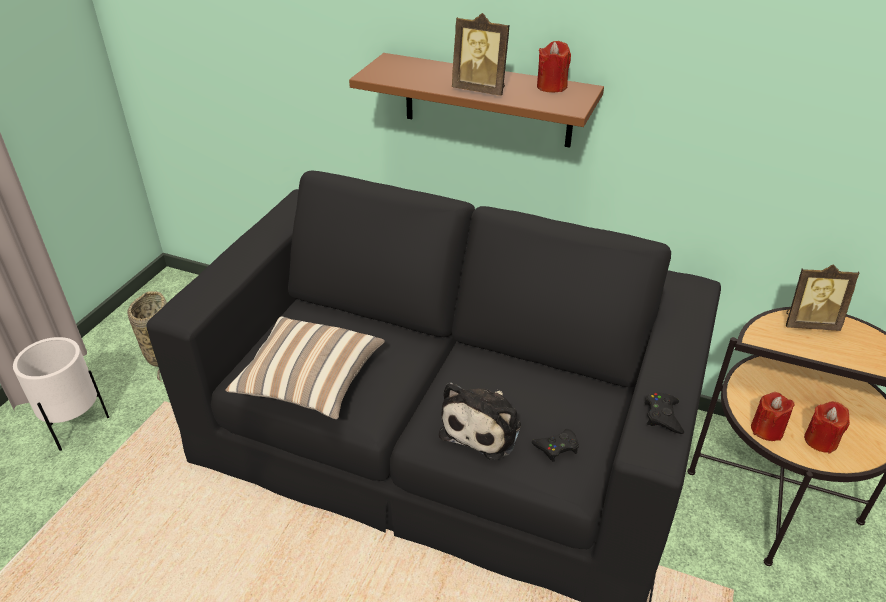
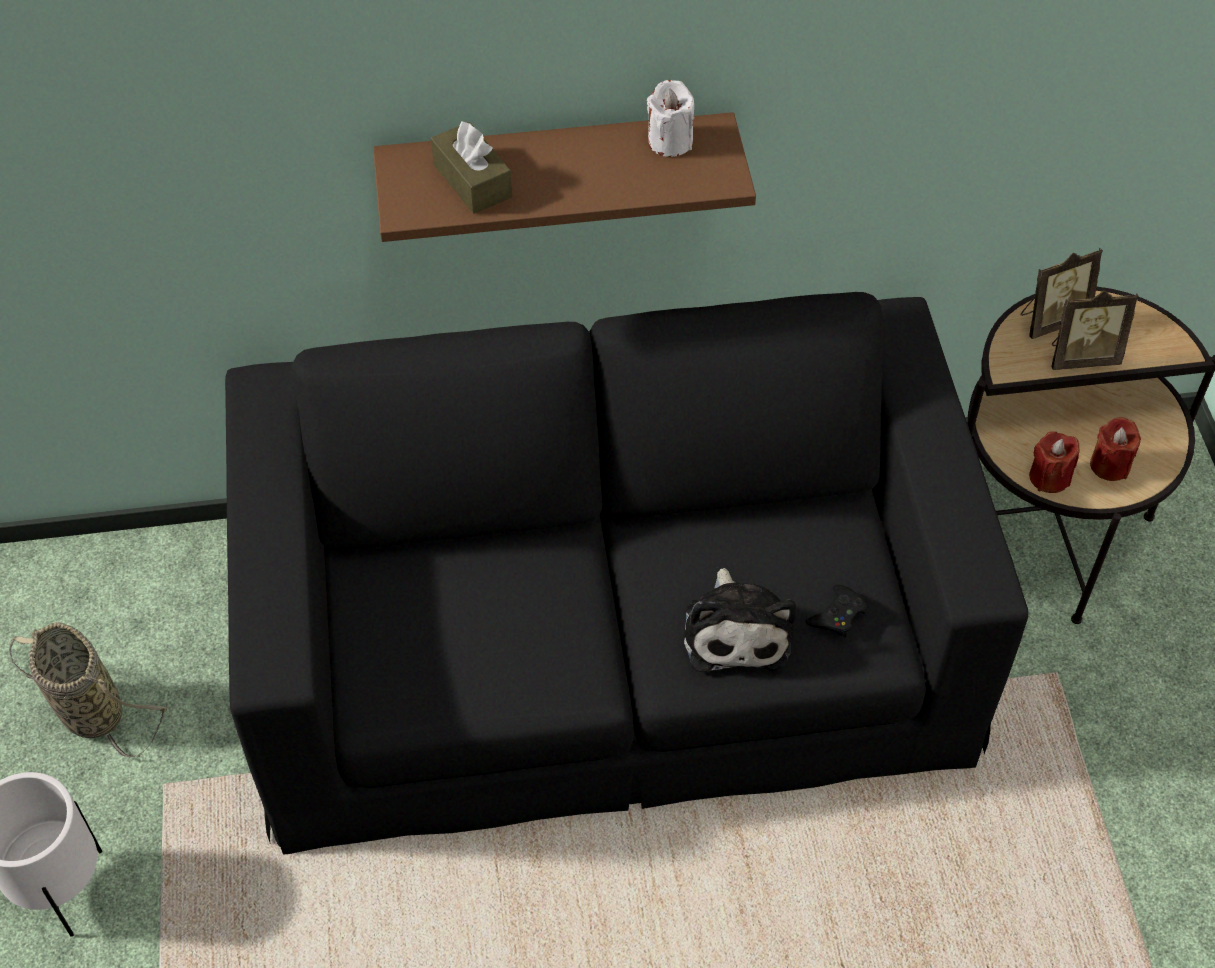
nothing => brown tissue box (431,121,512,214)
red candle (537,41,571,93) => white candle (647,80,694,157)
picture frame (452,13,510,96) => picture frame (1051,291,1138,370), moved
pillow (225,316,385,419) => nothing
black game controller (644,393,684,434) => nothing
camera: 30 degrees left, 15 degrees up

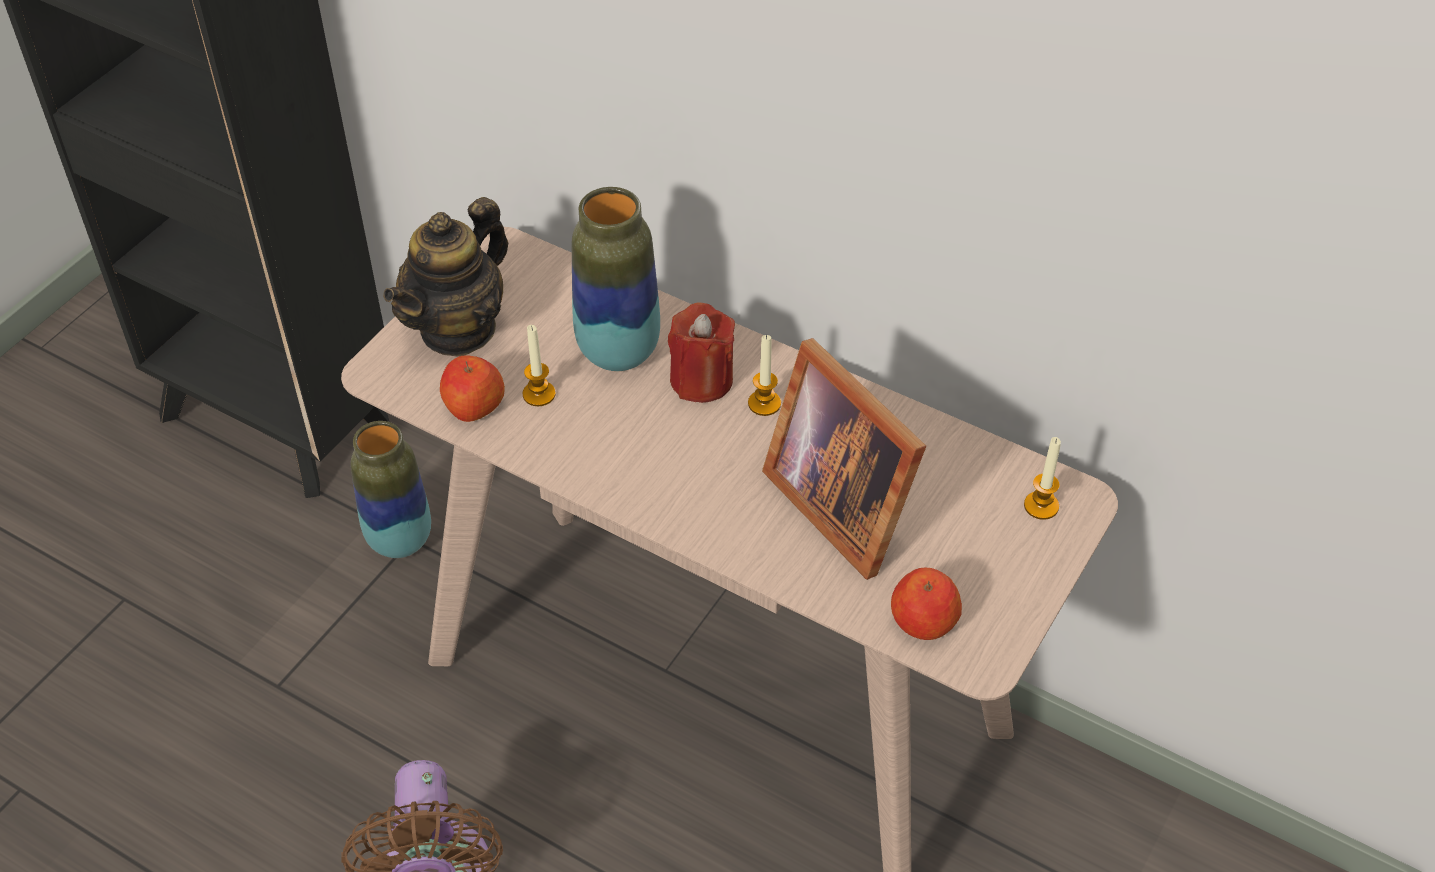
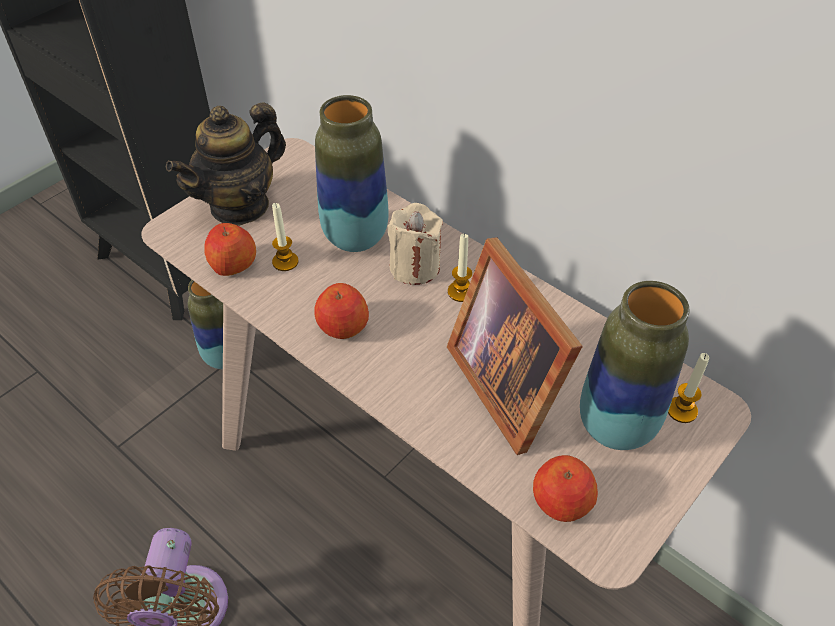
nothing => apple (314,283,369,339)
red candle (668,302,735,403) => beige candle (388,203,443,285)
nothing => vase (580,281,690,450)
camera: 10 degrees right, 0 degrees up

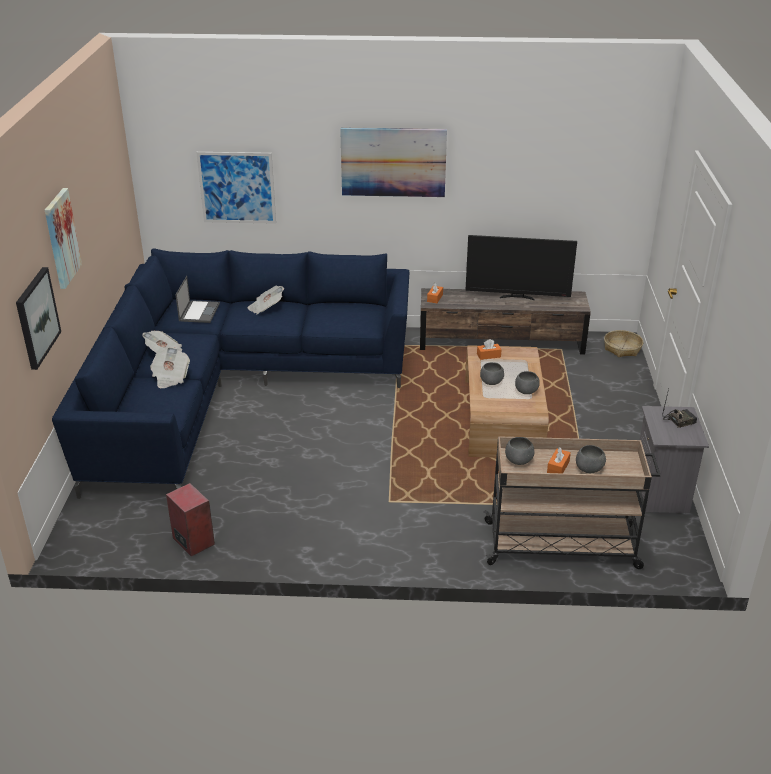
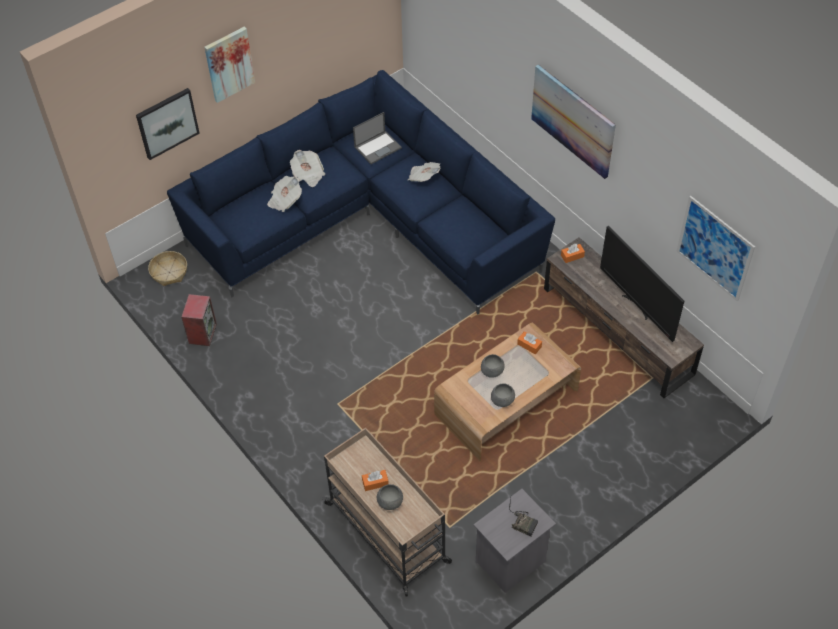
basket (604,330,643,357) => basket (148,251,187,286), moved
picture (196,152,276,224) => picture (676,195,755,302), moved
grey bowl (505,437,534,465) => nothing
camera: 50 degrees right, 20 degrees up

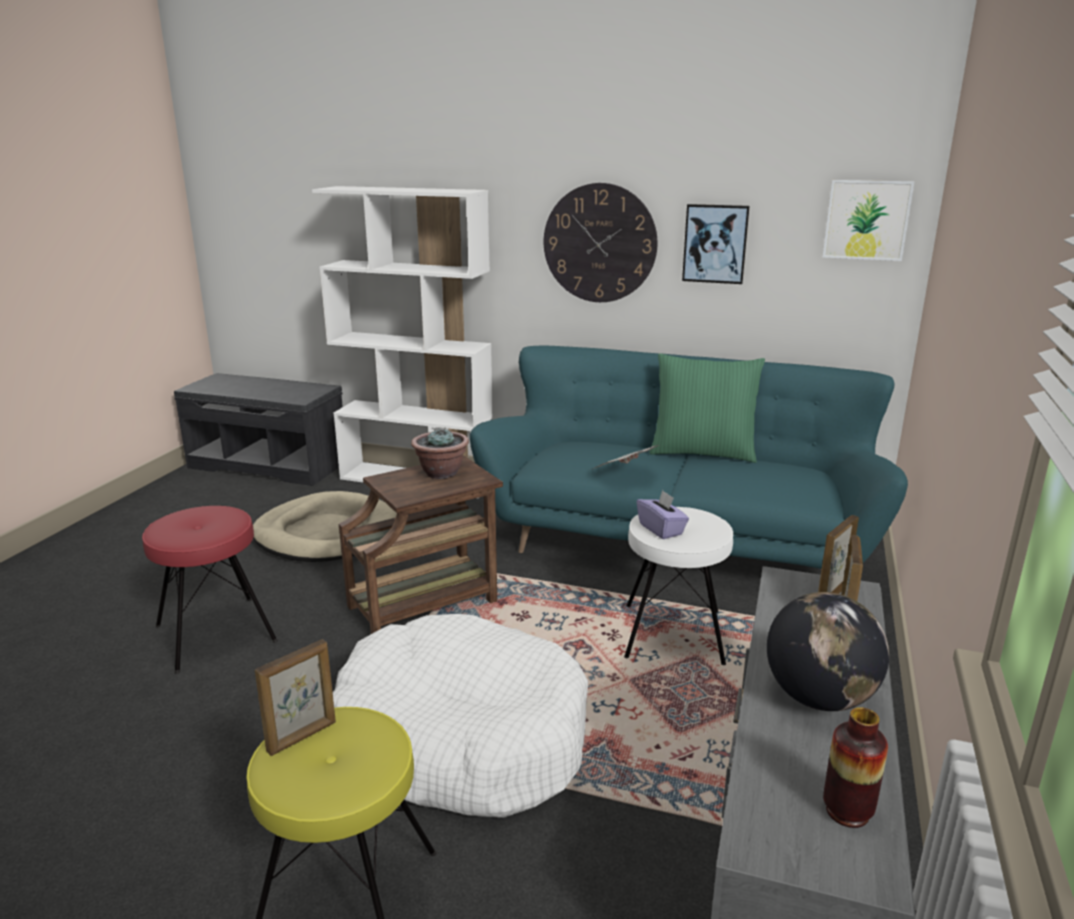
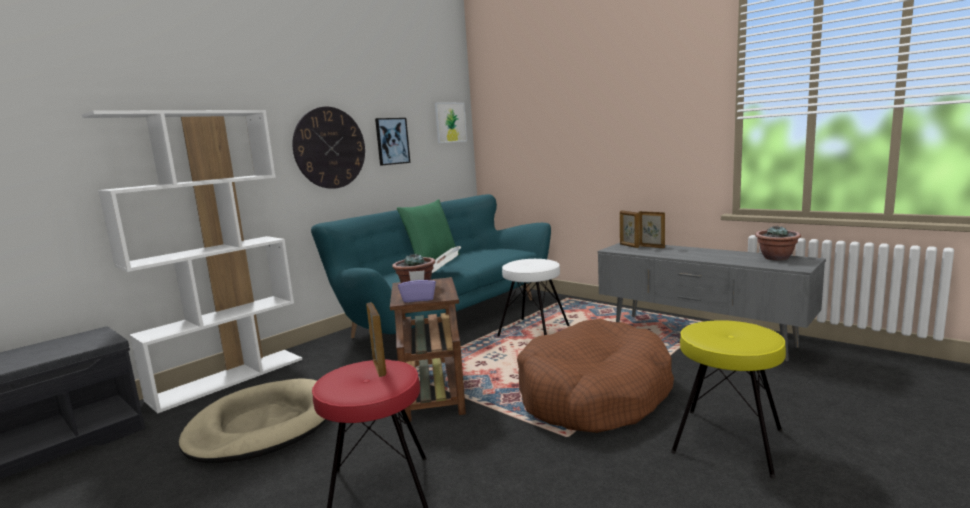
picture frame (255,639,336,756) => picture frame (366,302,386,377), moved
purple tissue box (637,490,689,539) => purple tissue box (398,270,436,302), moved
white dog bed (333,614,588,818) => brown dog bed (517,319,674,433)
vase (823,707,888,828) => potted plant (755,226,801,260)
globe (767,592,889,711) => nothing
camera: 65 degrees left, 10 degrees down

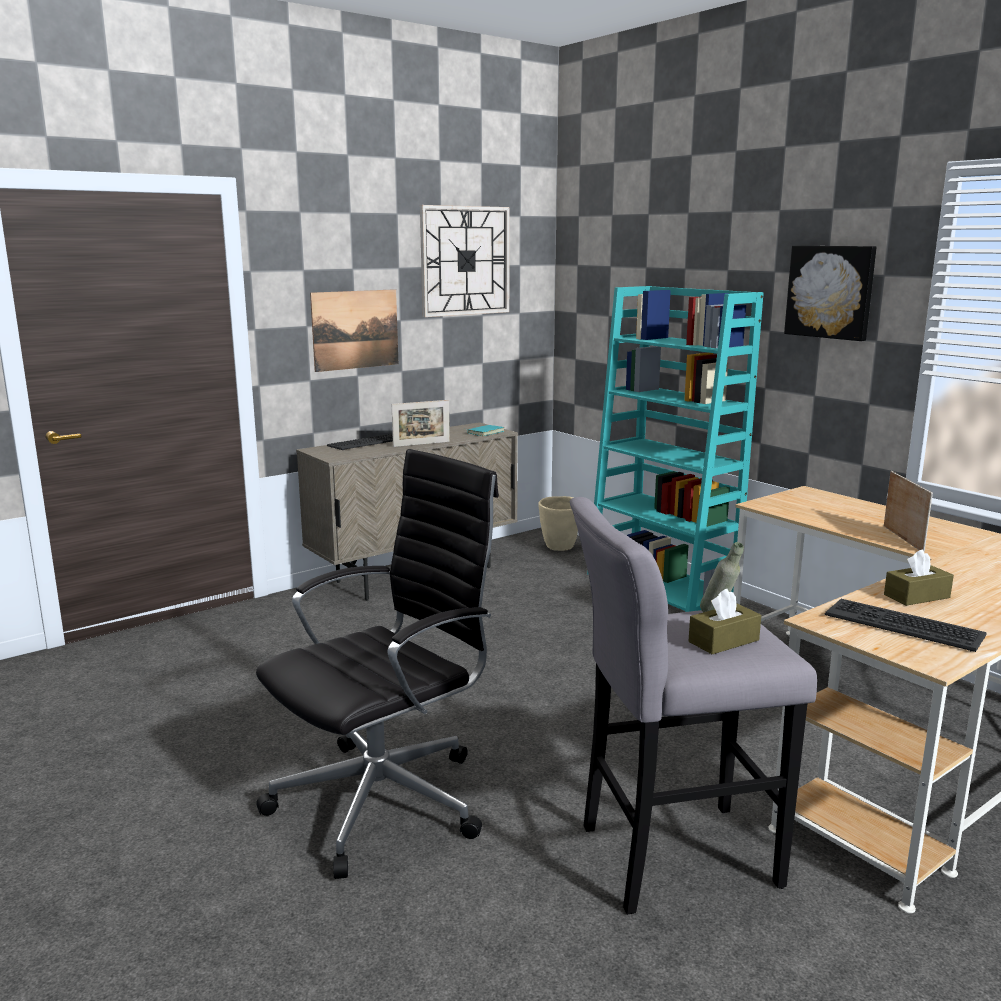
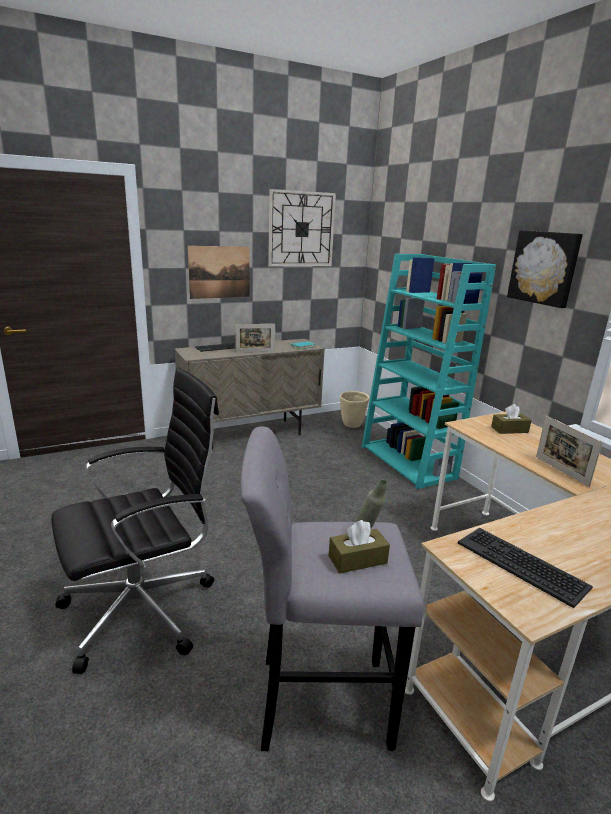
brown tissue box (884,550,954,606) => brown tissue box (491,404,532,434), moved
picture frame (884,471,933,552) => picture frame (536,416,603,487), 150 degrees clockwise
camera: 10 degrees right, 5 degrees up

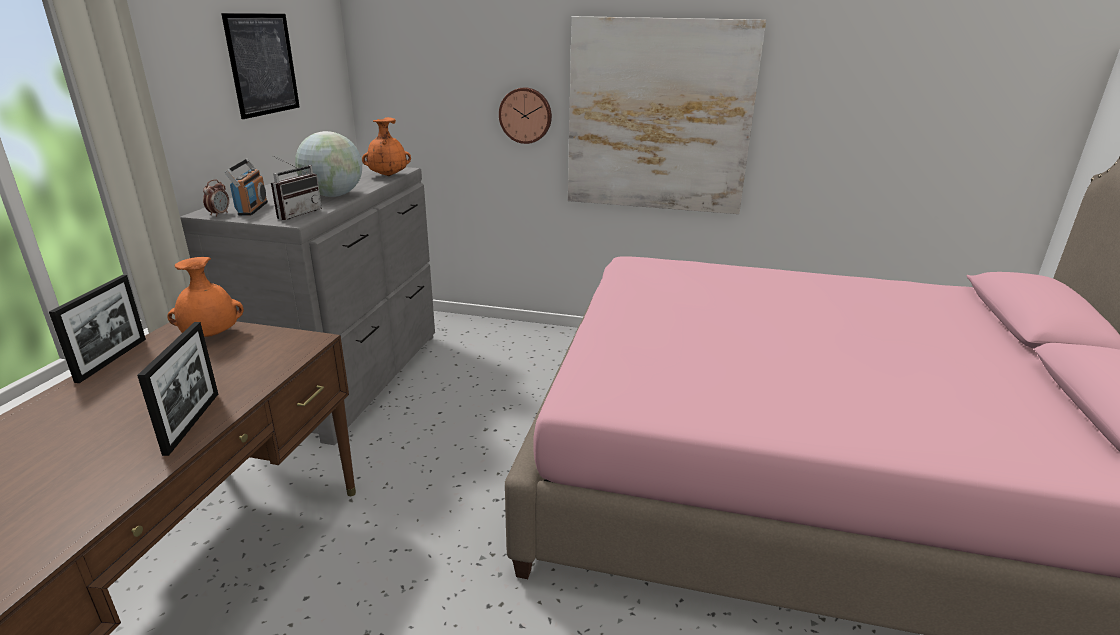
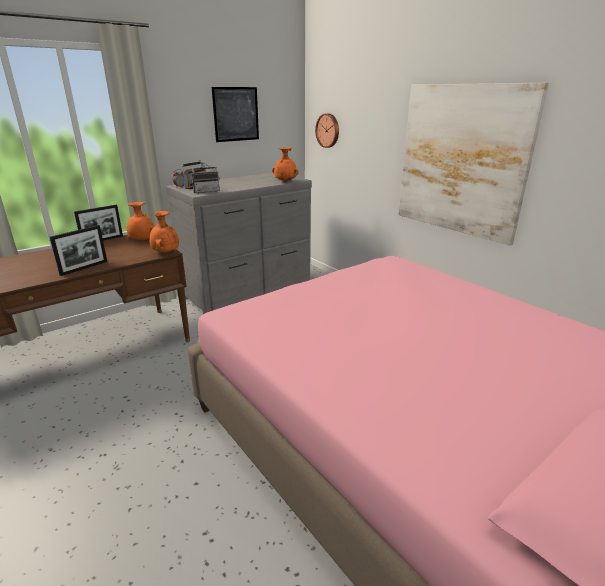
nothing => orange vase (149,211,179,253)
wall clock (499,87,552,144) => wall clock (315,113,339,148), moved
globe (295,131,362,197) => nothing
camera: 40 degrees right, 0 degrees up

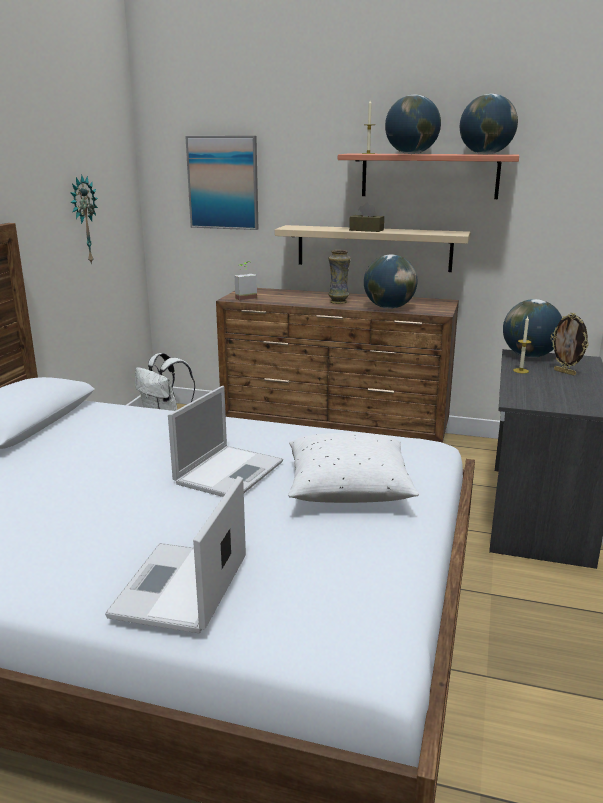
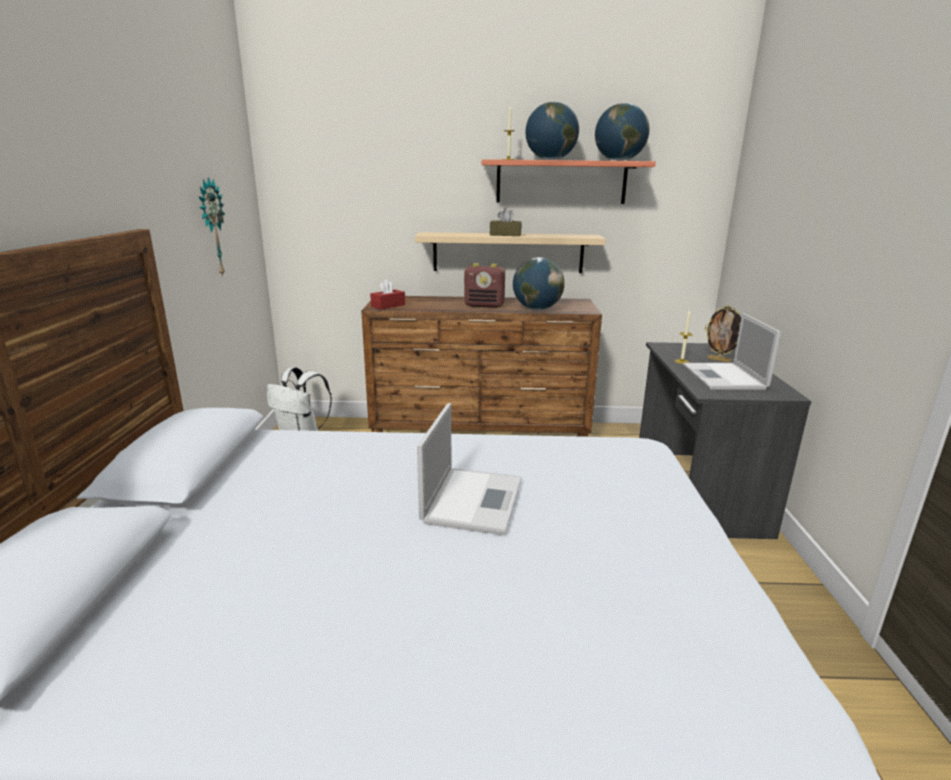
potted plant (235,261,257,301) => red tissue box (370,279,405,309)
vase (328,250,351,304) => radio (464,263,505,308)
laptop (105,476,246,633) => laptop (683,313,781,390), moved
picture (185,136,258,230) => nothing
white pillow (288,433,419,503) => nothing
globe (503,299,562,358) => nothing
camera: 15 degrees left, 0 degrees up

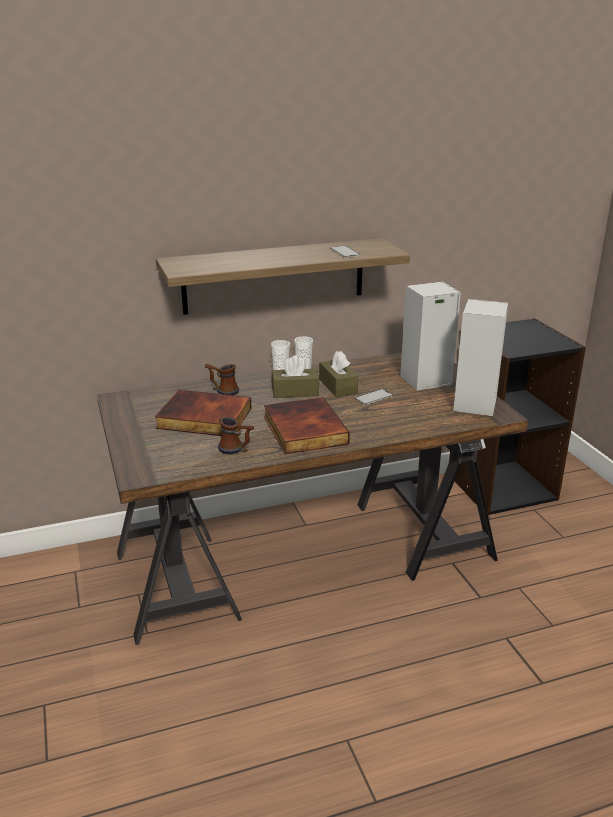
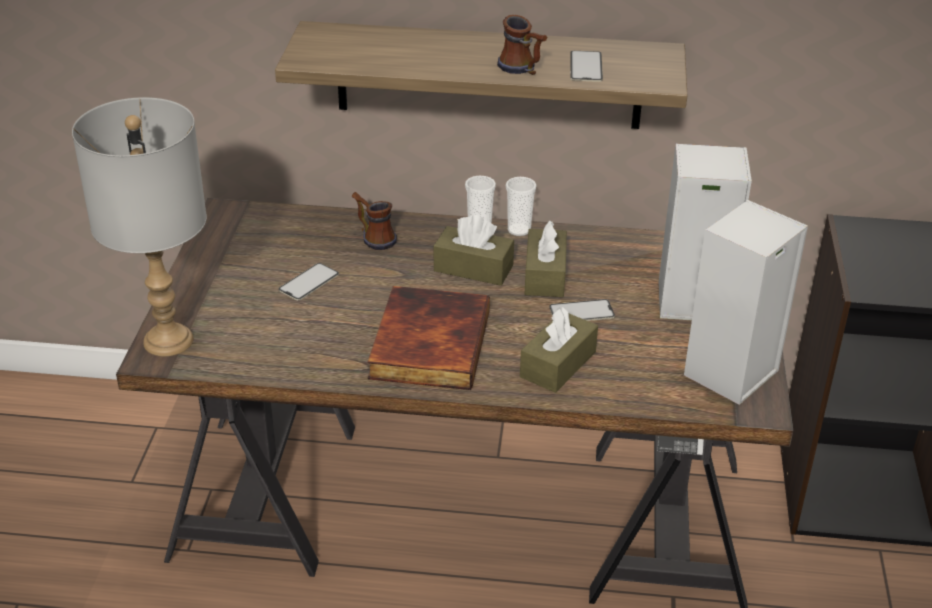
nothing => grey table lamp (72,97,207,356)
book (155,390,251,436) => phone (278,263,339,300)
mug (218,416,254,455) => mug (497,15,547,75), moved
nothing => brown tissue box (520,307,598,393)
camera: 25 degrees right, 10 degrees up

